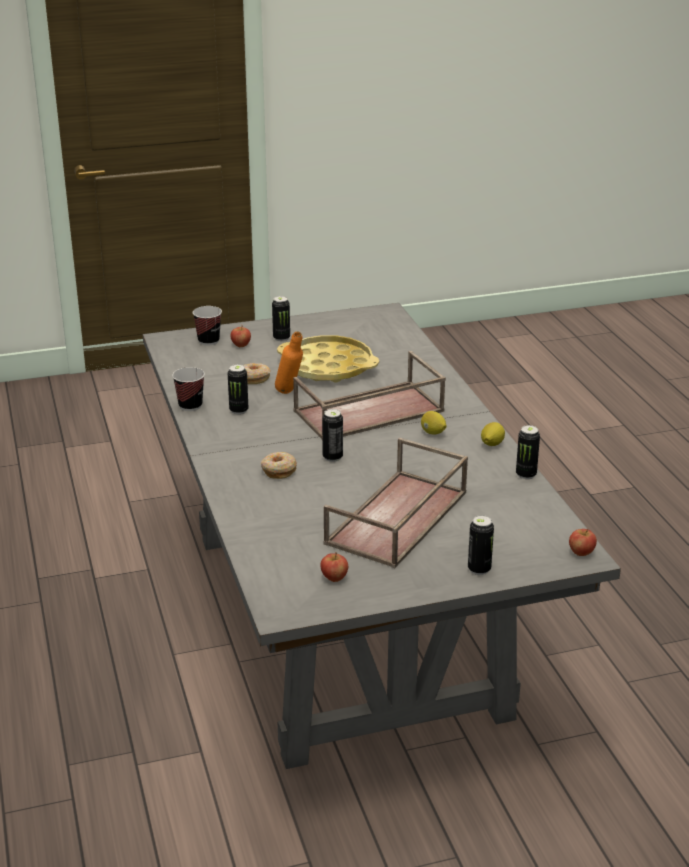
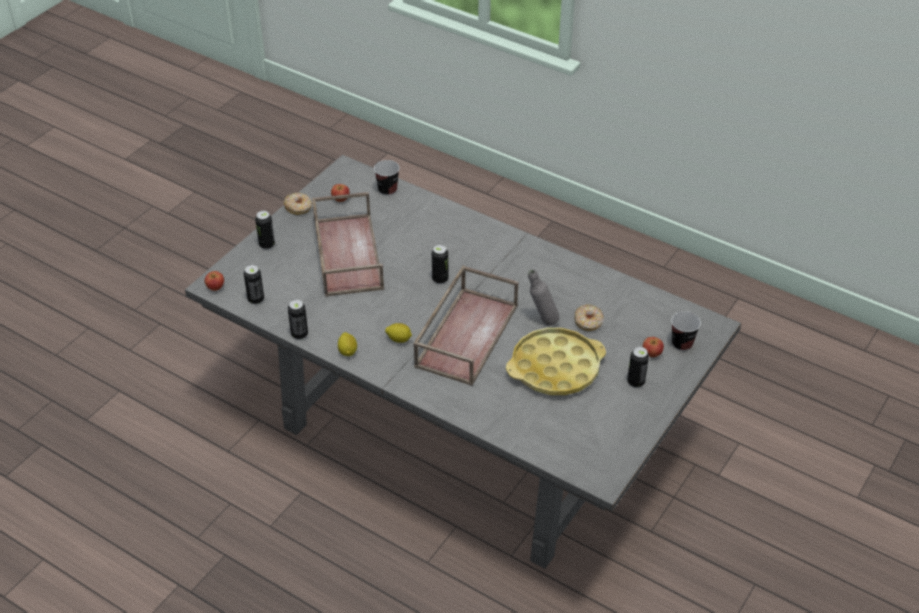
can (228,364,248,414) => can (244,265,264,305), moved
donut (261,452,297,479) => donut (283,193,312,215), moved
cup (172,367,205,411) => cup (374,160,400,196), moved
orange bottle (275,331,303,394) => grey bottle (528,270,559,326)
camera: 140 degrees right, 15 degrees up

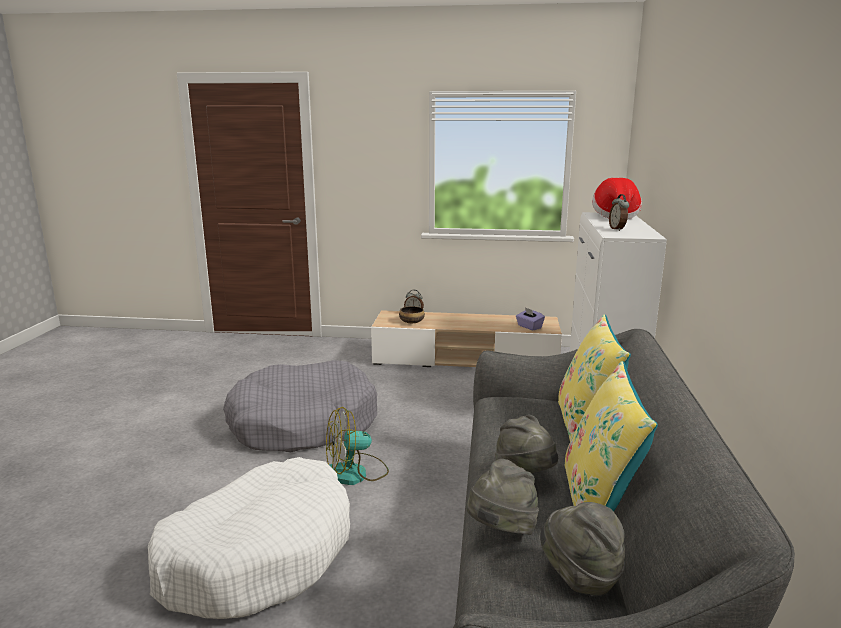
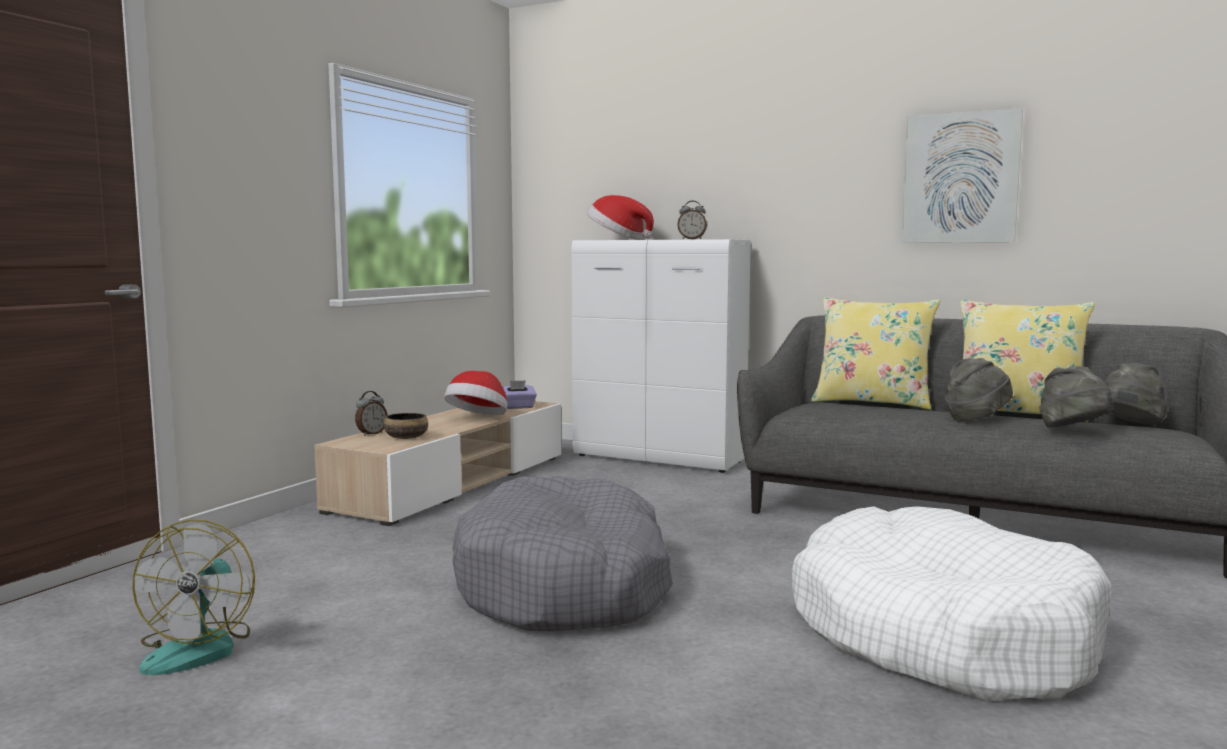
fan (326,407,389,485) => fan (132,520,255,675), moved
nothing => hat (444,371,507,415)
nothing => picture (902,108,1023,243)
camera: 70 degrees left, 10 degrees down

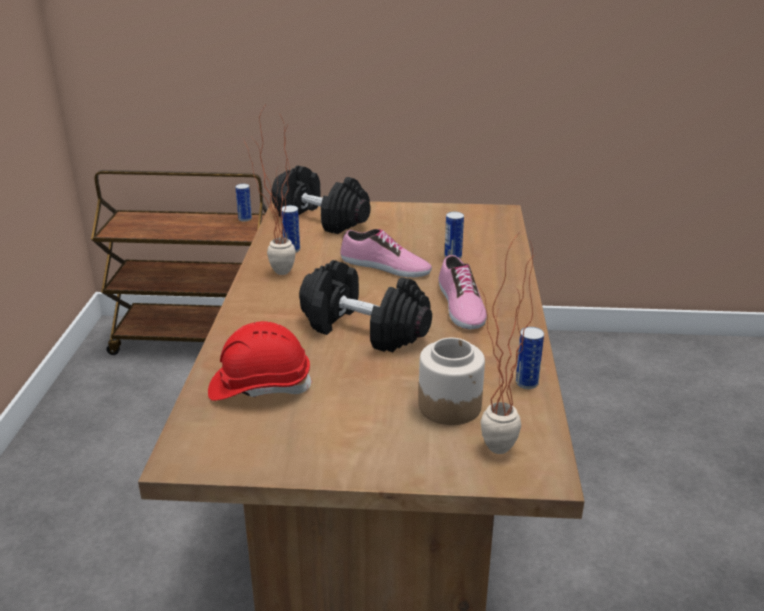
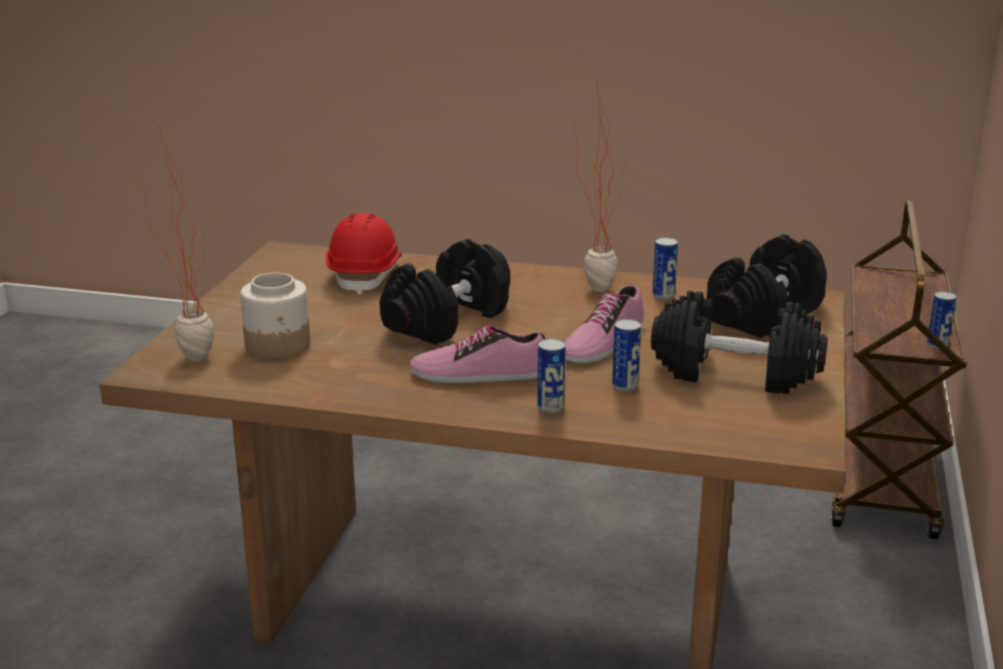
can (516,327,544,389) => can (537,338,566,413), moved
nothing => black dumbbell (651,290,828,394)
camera: 100 degrees right, 5 degrees down

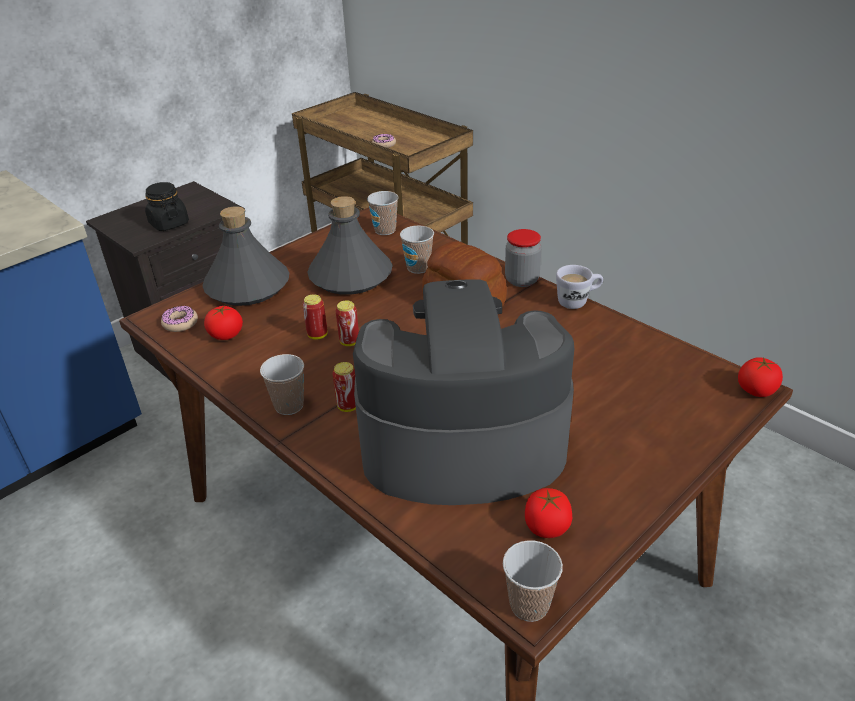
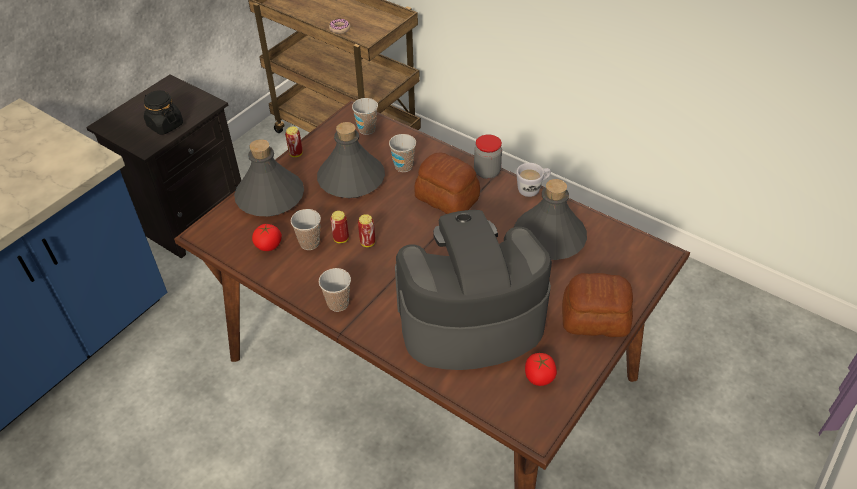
can (333,362,356,412) => can (285,127,303,157), moved
cup (503,540,563,622) => cup (291,209,321,250), moved
nothing => grey bottle (514,179,587,260)
nothing => bread (562,273,633,337)
donut (161,306,198,332) => nothing
tomato (738,357,783,397) => nothing
camera: 10 degrees left, 10 degrees up

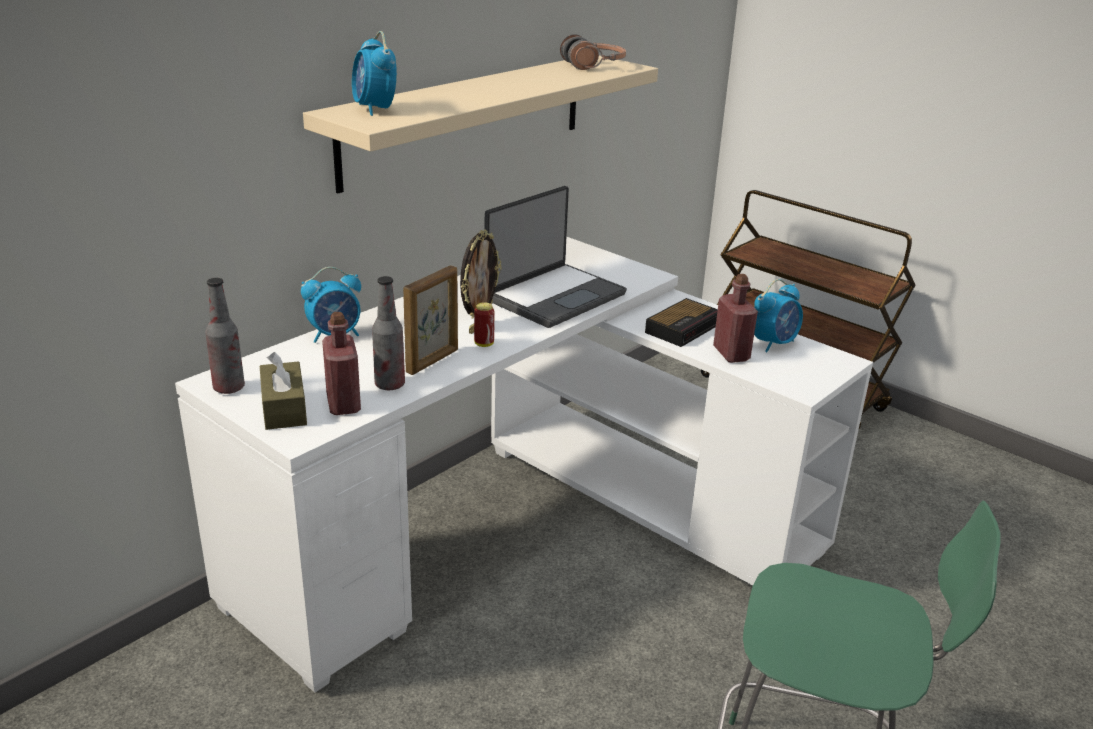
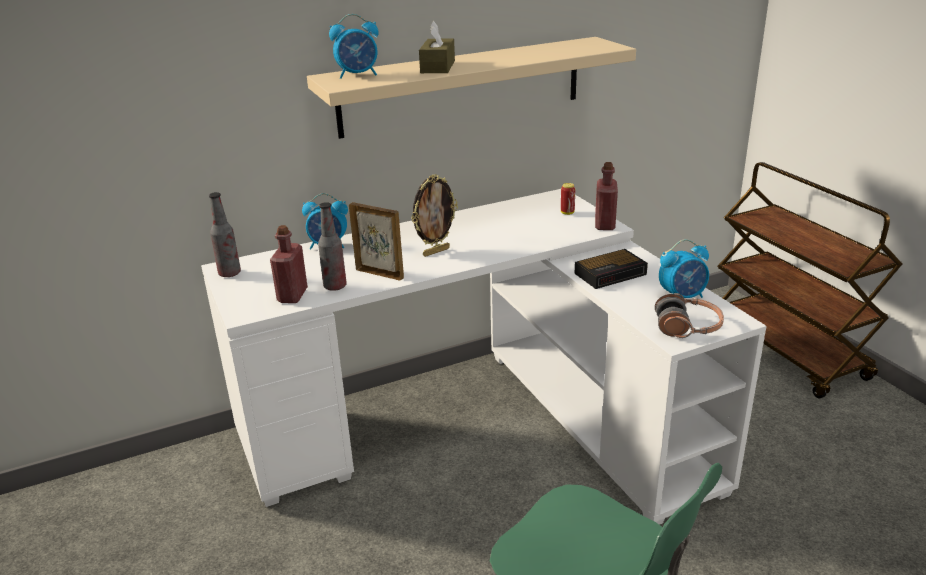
alarm clock (352,31,397,116) => alarm clock (329,14,379,79), 105 degrees counterclockwise
picture frame (403,265,458,375) => picture frame (349,202,404,281), 120 degrees counterclockwise
brown tissue box (260,352,307,430) => brown tissue box (419,21,455,73), moved
can (474,302,495,347) => can (561,183,575,215), moved
red bottle (713,274,758,363) => red bottle (595,162,618,230), moved
headphones (560,34,626,70) => headphones (655,293,724,338), moved
laptop (485,186,627,328) => nothing
camera: 25 degrees right, 0 degrees up

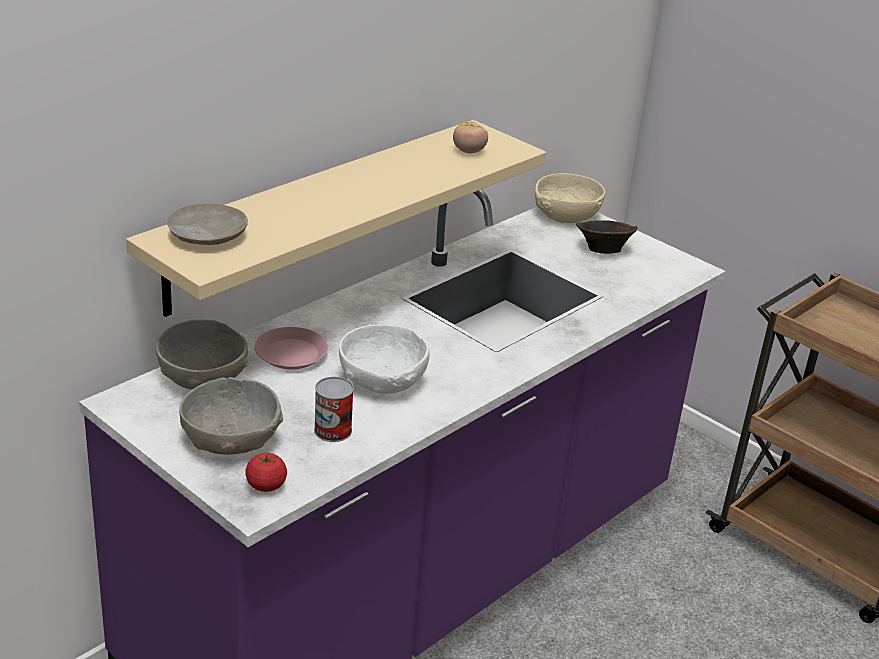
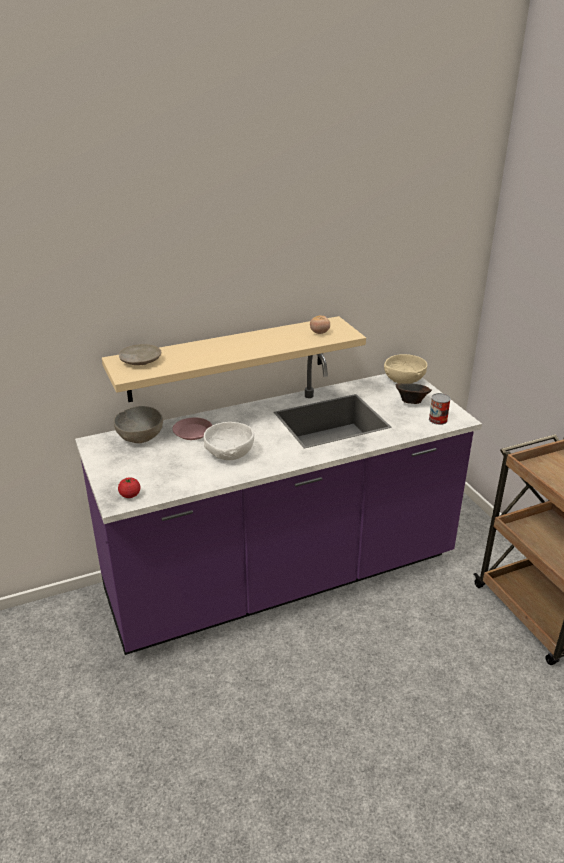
can (314,377,354,442) => can (429,393,451,425), moved
grey bowl (179,377,283,455) => nothing
camera: 25 degrees right, 0 degrees up

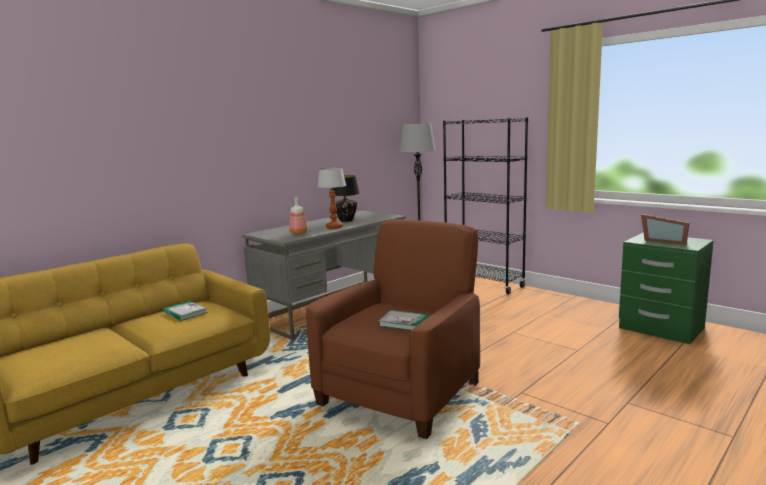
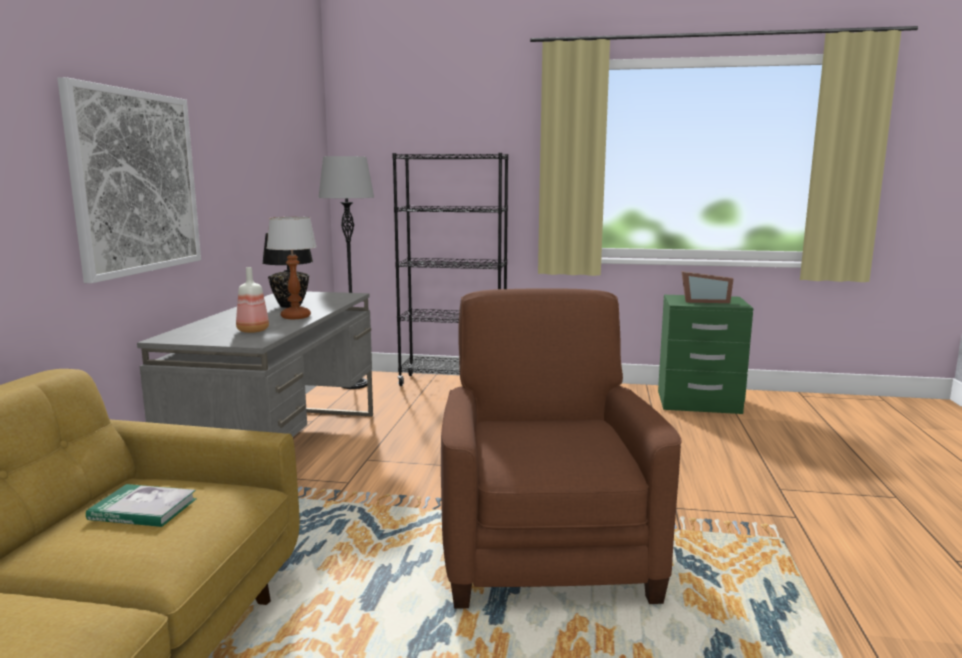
nothing => picture (57,77,201,283)
book (378,310,431,331) => nothing
camera: 35 degrees left, 0 degrees up

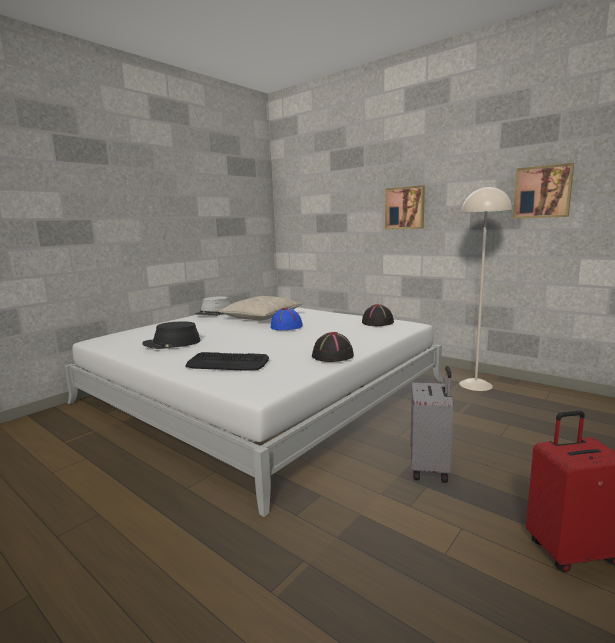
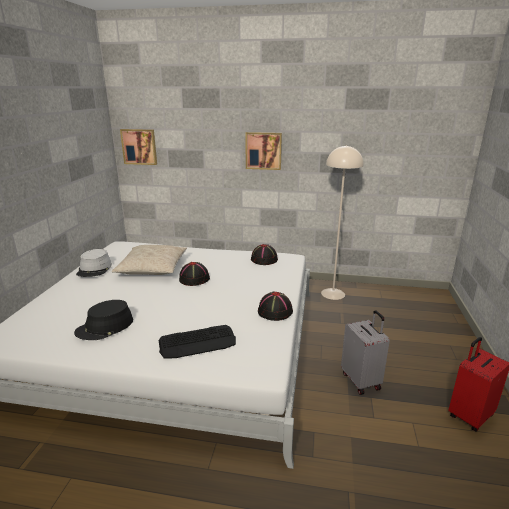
picture (513,163,574,219) => picture (120,129,157,165), moved
blue hat (270,308,303,330) => black hat (179,262,210,286)
camera: 30 degrees left, 10 degrees up

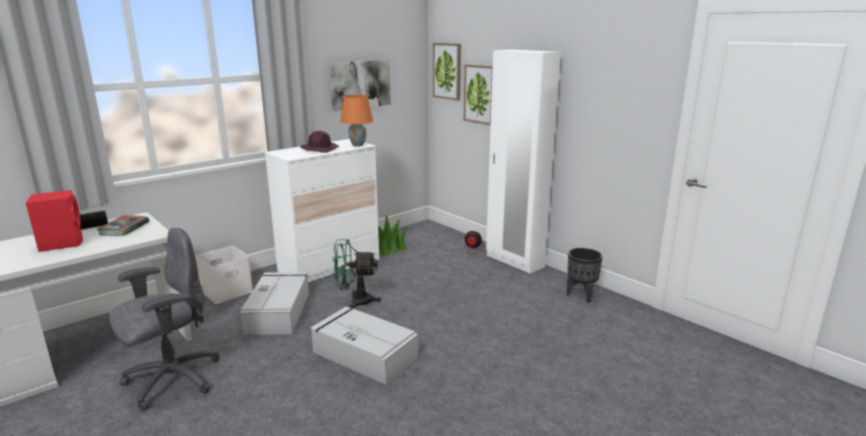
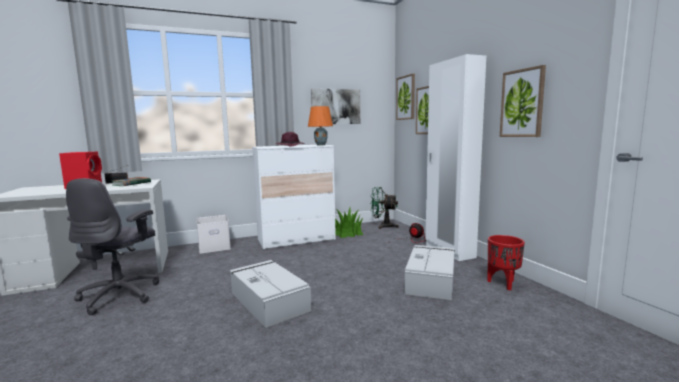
grey office chair (109,228,220,411) => grey office chair (66,178,159,315), 120 degrees clockwise
green fan (333,239,381,308) => green fan (370,187,399,229), moved
grey storage box (240,272,309,335) => grey storage box (404,245,455,300), moved
black planter (567,248,603,303) => red planter (488,235,525,290)
nothing => picture (500,65,546,137)
camera: 20 degrees right, 10 degrees down

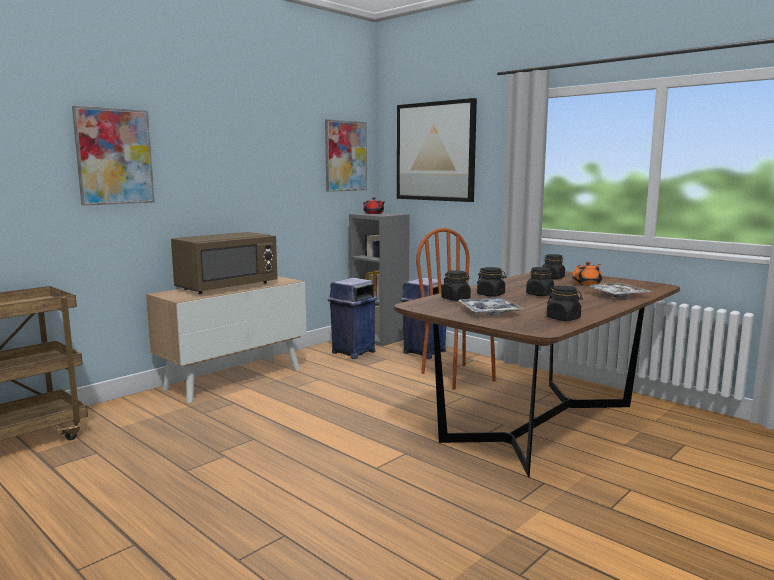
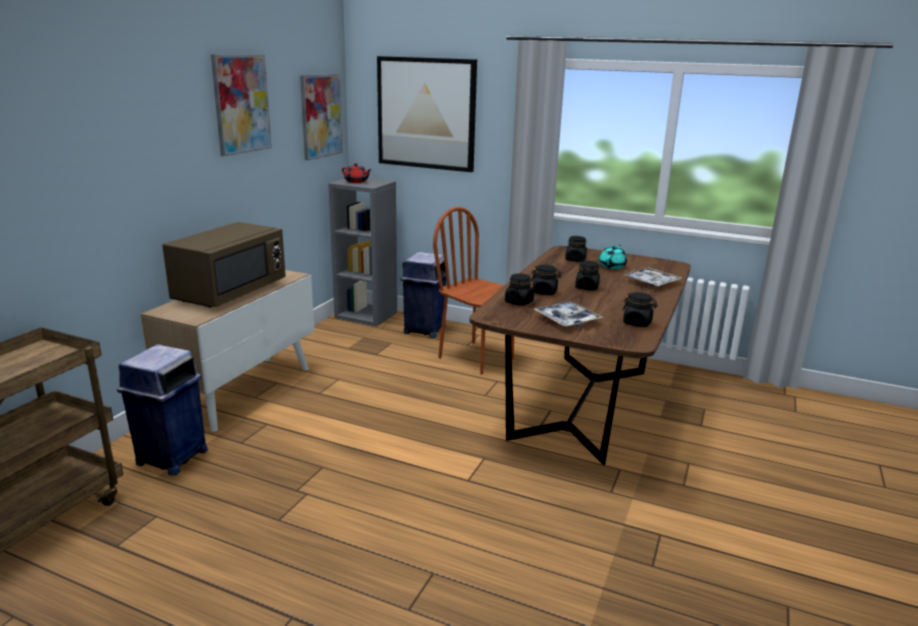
blue trash can (328,278,377,359) => blue trash can (117,344,208,476), moved
picture (72,106,155,206) => picture (211,54,272,156), moved
orange teapot (572,262,602,285) => turquoise teapot (599,245,627,269)
camera: 20 degrees left, 10 degrees up

